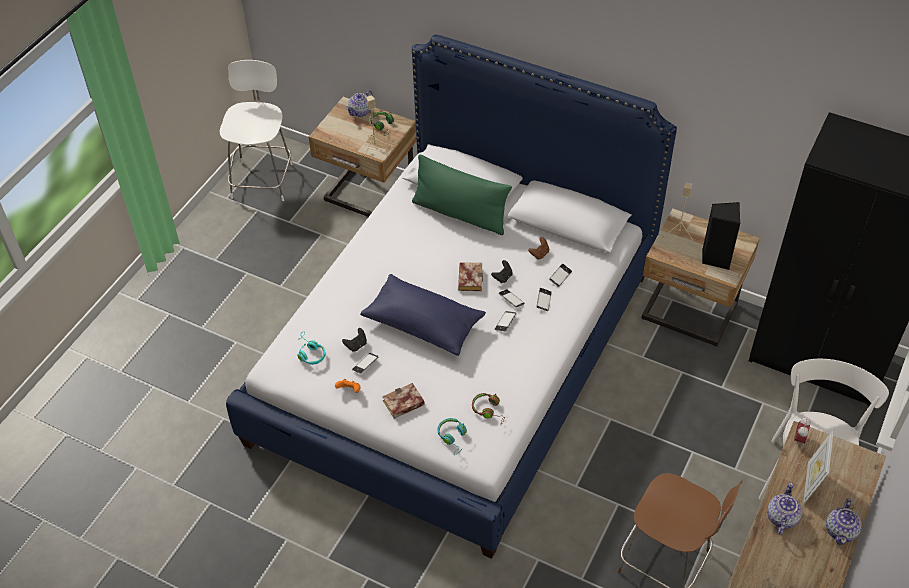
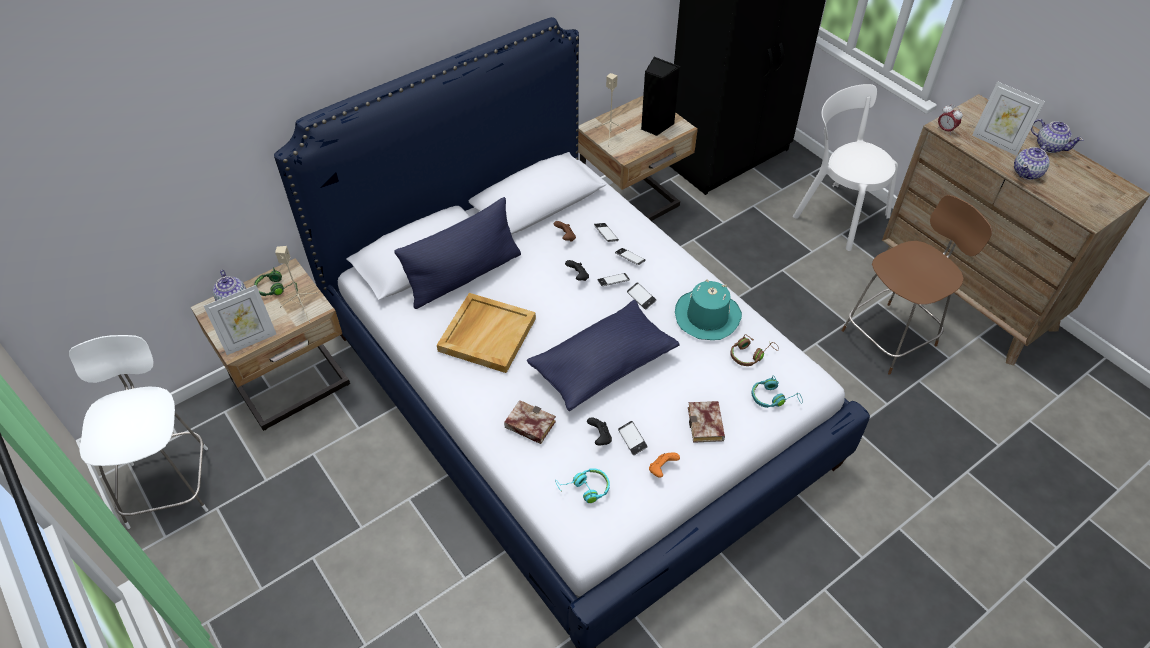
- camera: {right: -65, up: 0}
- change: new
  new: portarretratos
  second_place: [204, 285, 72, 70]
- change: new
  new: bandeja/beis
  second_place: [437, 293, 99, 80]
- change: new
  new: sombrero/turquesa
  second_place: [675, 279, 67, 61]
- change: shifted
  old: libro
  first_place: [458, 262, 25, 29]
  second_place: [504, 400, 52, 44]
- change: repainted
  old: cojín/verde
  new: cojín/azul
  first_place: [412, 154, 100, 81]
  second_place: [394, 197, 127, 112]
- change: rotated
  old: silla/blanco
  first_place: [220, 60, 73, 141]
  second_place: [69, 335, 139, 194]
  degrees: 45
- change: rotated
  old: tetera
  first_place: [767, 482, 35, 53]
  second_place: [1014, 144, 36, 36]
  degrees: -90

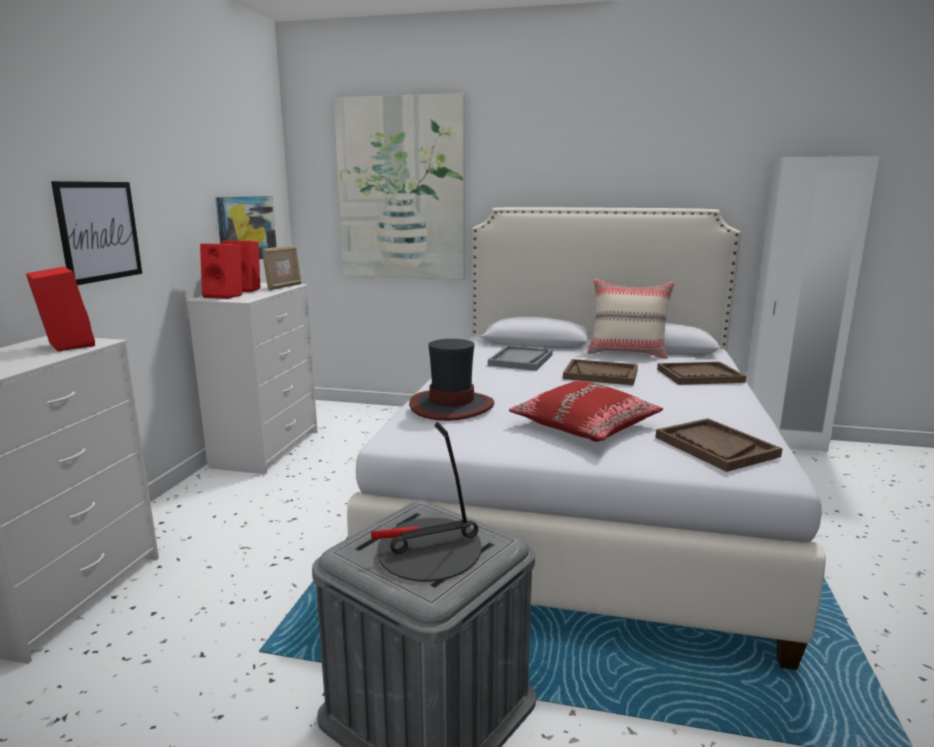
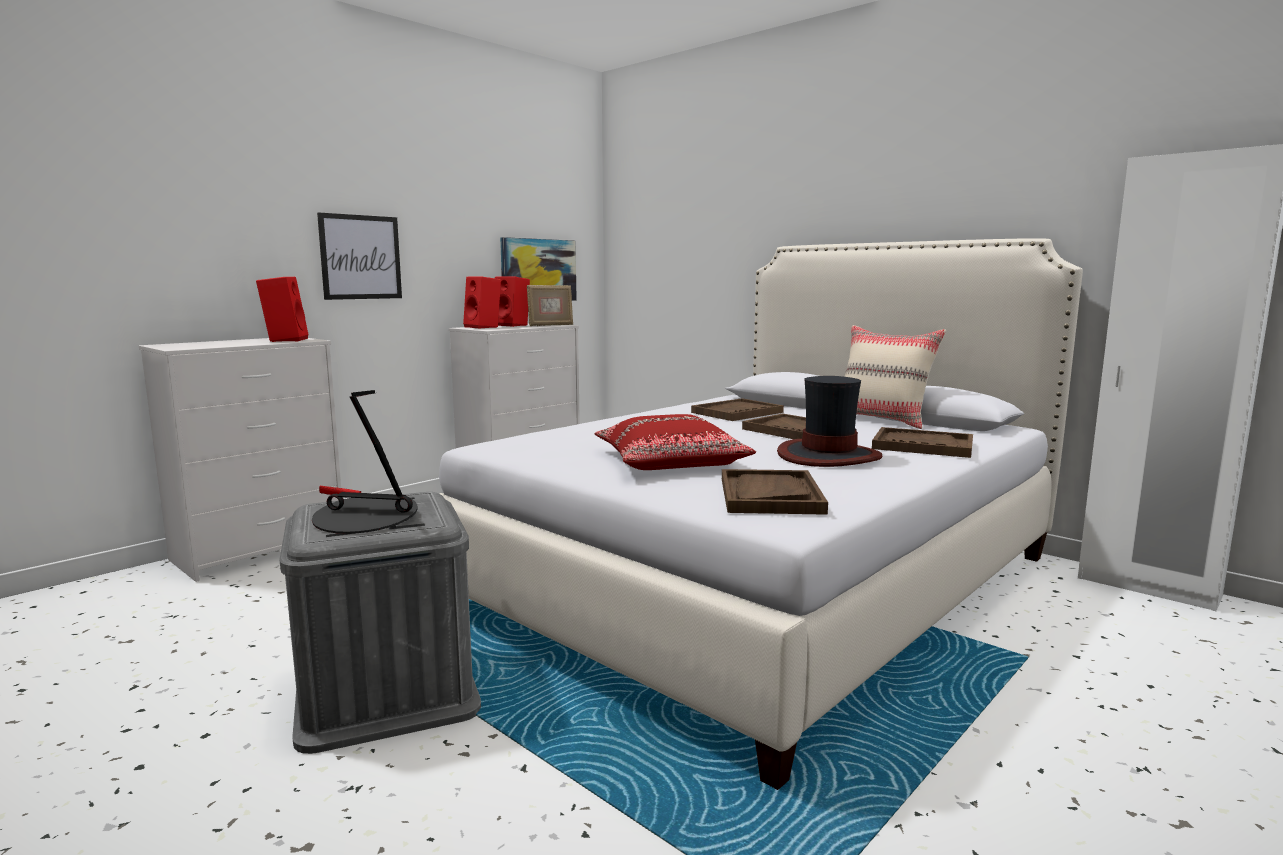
- camera: {right: 30, up: -5}
- change: gone
  old: cuadro
  first_place: [333, 93, 132, 187]
- change: shifted
  old: sombrero
  first_place: [409, 339, 85, 82]
  second_place: [777, 376, 105, 91]
- change: repainted
  old: bandeja/gris
  new: bandeja/marrón
  first_place: [488, 345, 65, 26]
  second_place: [691, 398, 93, 23]

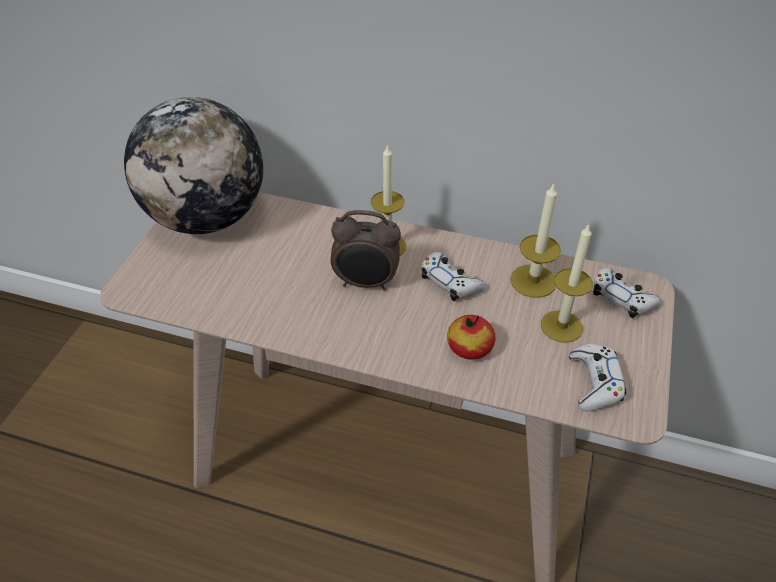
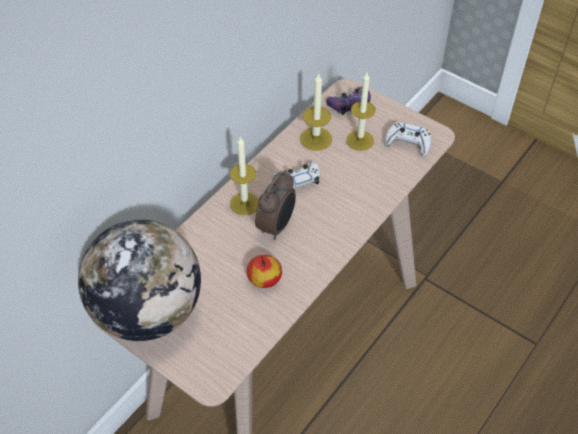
- camera: {right: -70, up: 5}
- change: shifted
  old: manzana
  first_place: [447, 315, 49, 45]
  second_place: [247, 255, 35, 33]
- change: repainted
  old: mando de consola/blanco
  new: mando de consola/morado
  first_place: [593, 268, 68, 50]
  second_place: [326, 87, 45, 28]

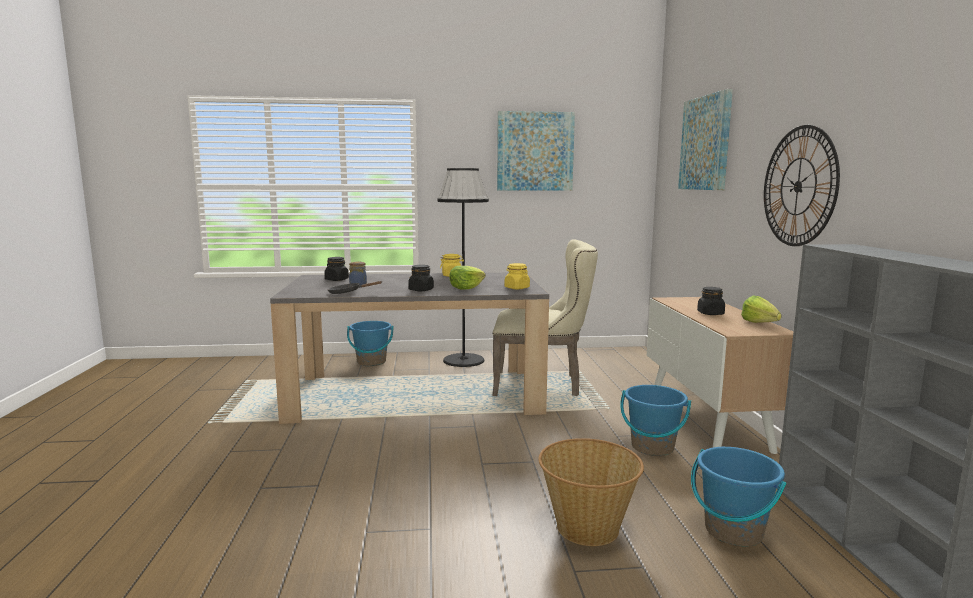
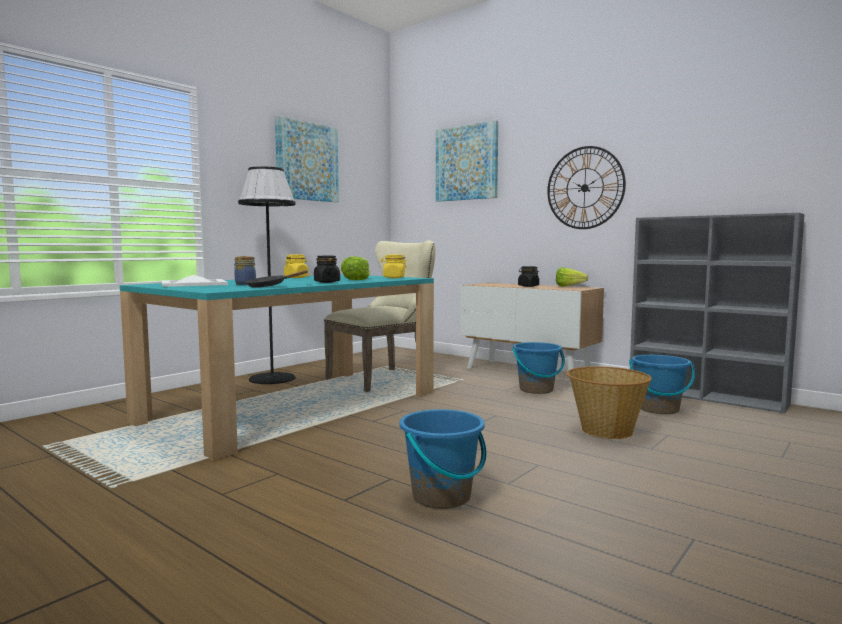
- camera: {right: -45, up: -5}
- change: shifted
  old: cubo/azul
  first_place: [347, 321, 47, 45]
  second_place: [400, 409, 86, 100]
- change: swapped
  old: tarro/negro
  new: bandeja/blanco
  first_place: [324, 257, 25, 24]
  second_place: [162, 275, 66, 12]
- change: repainted
  old: mesa de comedor/gris
  new: mesa de comedor/turquesa
  first_place: [270, 273, 279, 151]
  second_place: [120, 274, 314, 187]

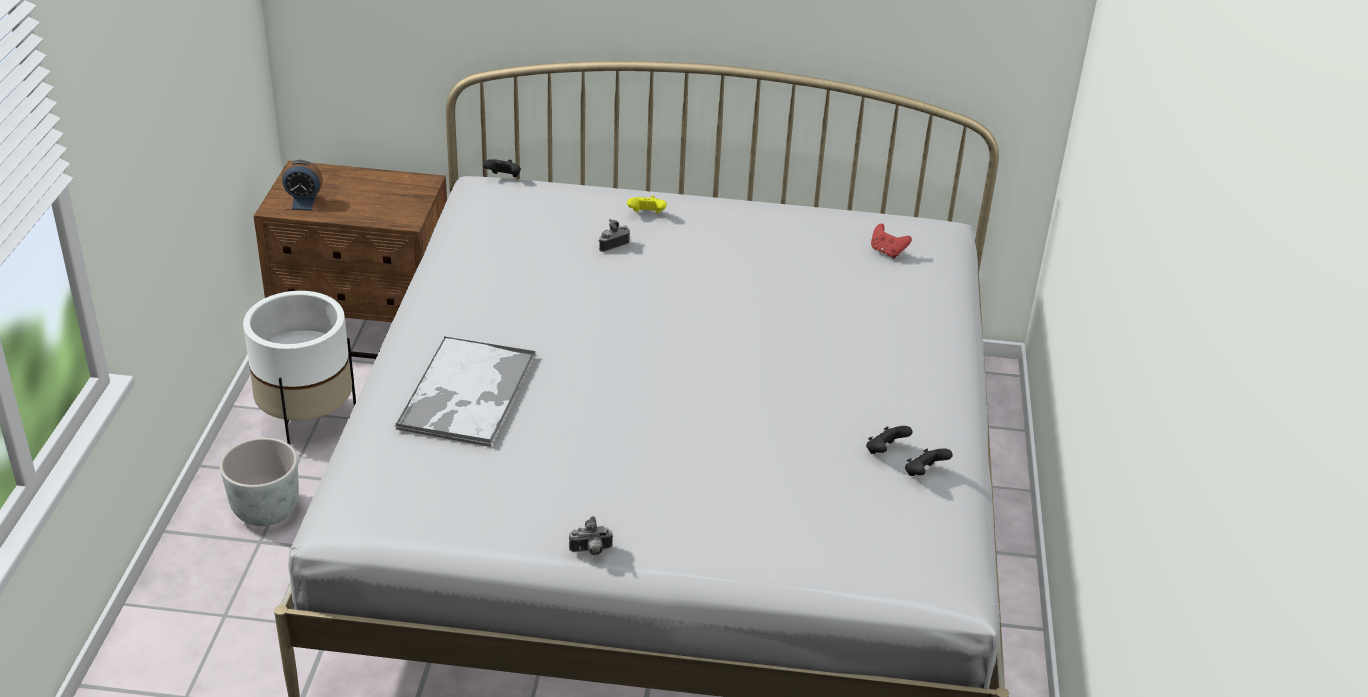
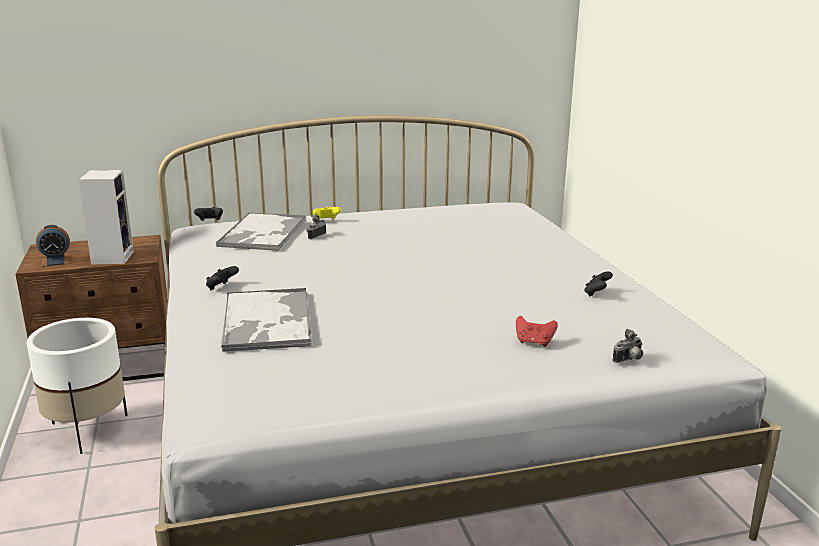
- camera: {right: -20, up: -15}
- change: gone
  old: maceta/gris
  first_place: [220, 438, 79, 88]
- change: new
  new: altavoz
  second_place: [78, 170, 56, 94]
- change: new
  new: bandeja
  second_place: [216, 213, 91, 38]
- change: shifted
  old: cámara
  first_place: [569, 516, 44, 39]
  second_place: [612, 329, 31, 34]
- change: shifted
  old: mando de consola/rojo
  first_place: [871, 224, 41, 35]
  second_place: [516, 316, 42, 31]
- change: shifted
  old: mando de consola/negro
  first_place: [905, 448, 48, 28]
  second_place: [206, 266, 33, 24]

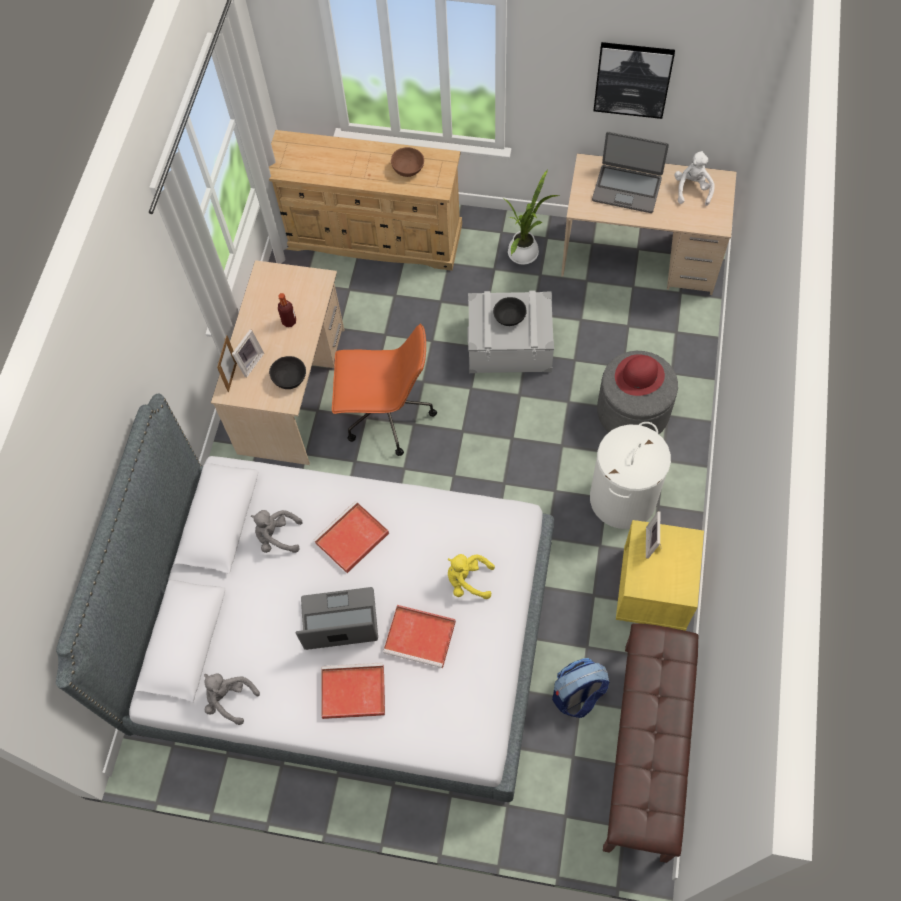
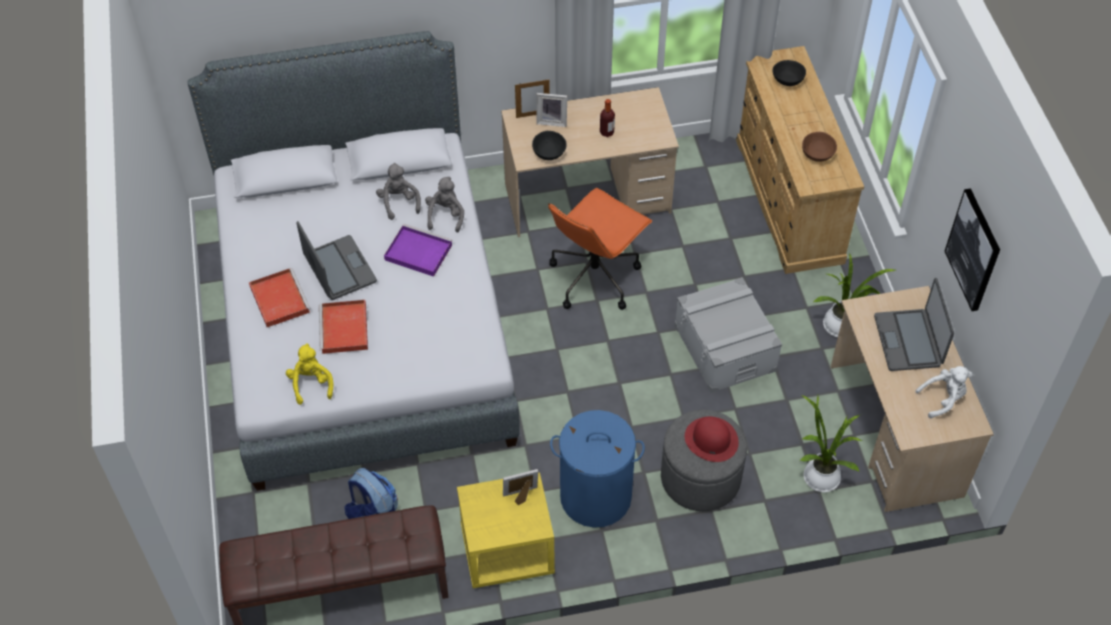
- camera: {right: 65, up: -10}
- change: new
  new: planta en maceta
  second_place: [799, 394, 63, 98]
- change: shifted
  old: peluche/gris
  first_place: [204, 673, 56, 52]
  second_place: [425, 176, 39, 57]
- change: shifted
  old: peluche/amarillo
  first_place: [448, 554, 47, 45]
  second_place: [286, 343, 47, 62]
- change: shifted
  old: cuenco/negro
  first_place: [493, 297, 34, 29]
  second_place: [772, 60, 34, 26]
- change: repainted
  old: bandeja/rojo
  new: bandeja/morado
  first_place: [313, 501, 76, 72]
  second_place: [384, 224, 68, 53]
- change: repainted
  old: cesto de la ropa/blanco
  new: cesto de la ropa/azul
  first_place: [590, 422, 81, 107]
  second_place: [550, 410, 95, 118]
- change: rotated
  old: silla de oficina/naranja
  first_place: [332, 323, 105, 133]
  second_place: [548, 188, 104, 122]
  degrees: 60

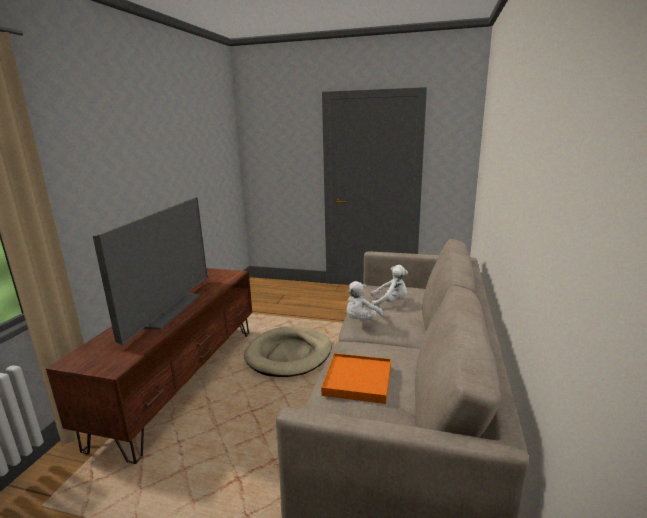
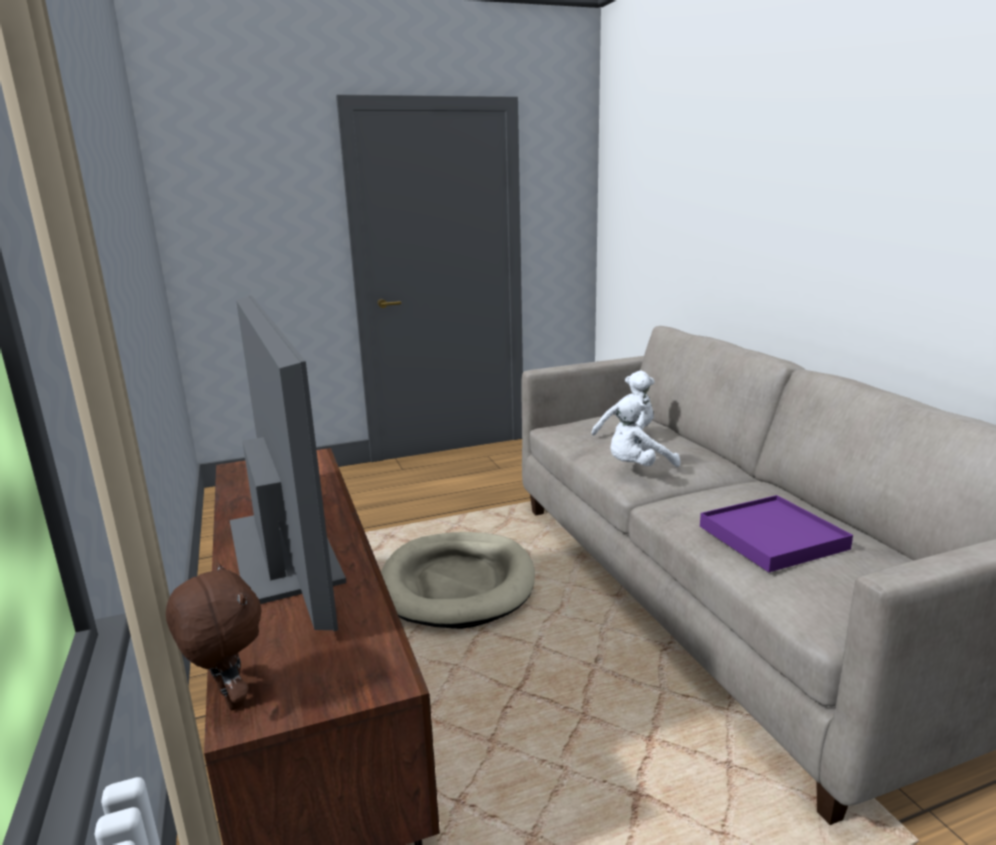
- camera: {right: -35, up: 0}
- change: new
  new: peluche/marrón
  second_place: [166, 563, 95, 147]
- change: repainted
  old: bandeja/naranja
  new: bandeja/morado
  first_place: [321, 353, 70, 51]
  second_place: [700, 495, 153, 77]
- change: rotated
  old: peluche/blanco
  first_place: [347, 281, 36, 39]
  second_place: [610, 397, 71, 70]
  degrees: 60

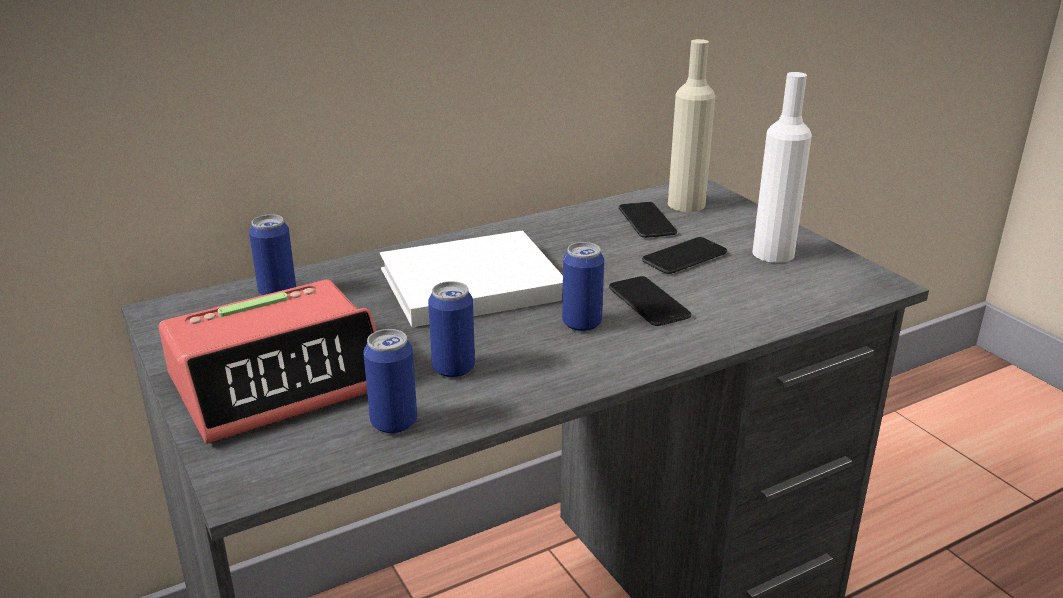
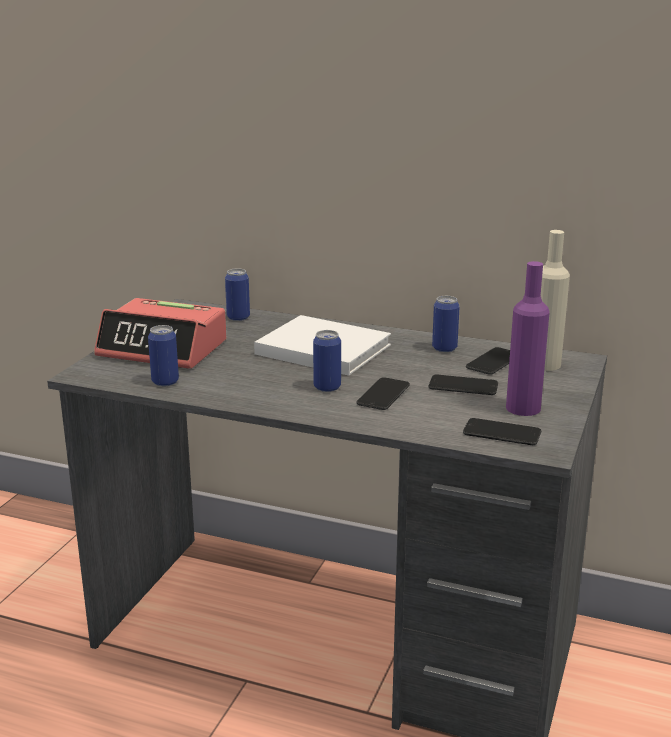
- camera: {right: 50, up: -5}
- change: new
  new: móvil
  second_place: [463, 418, 78, 27]
- change: shifted
  old: lata
  first_place: [428, 281, 47, 97]
  second_place: [432, 296, 28, 56]
- change: repainted
  old: botella/blanco
  new: botella/morado
  first_place: [752, 72, 60, 191]
  second_place: [506, 261, 44, 155]

